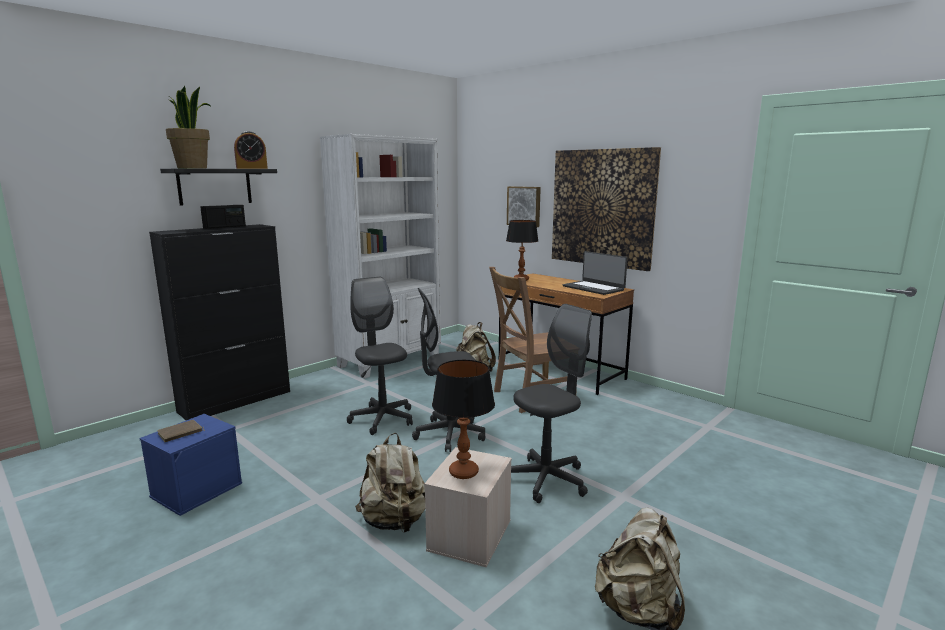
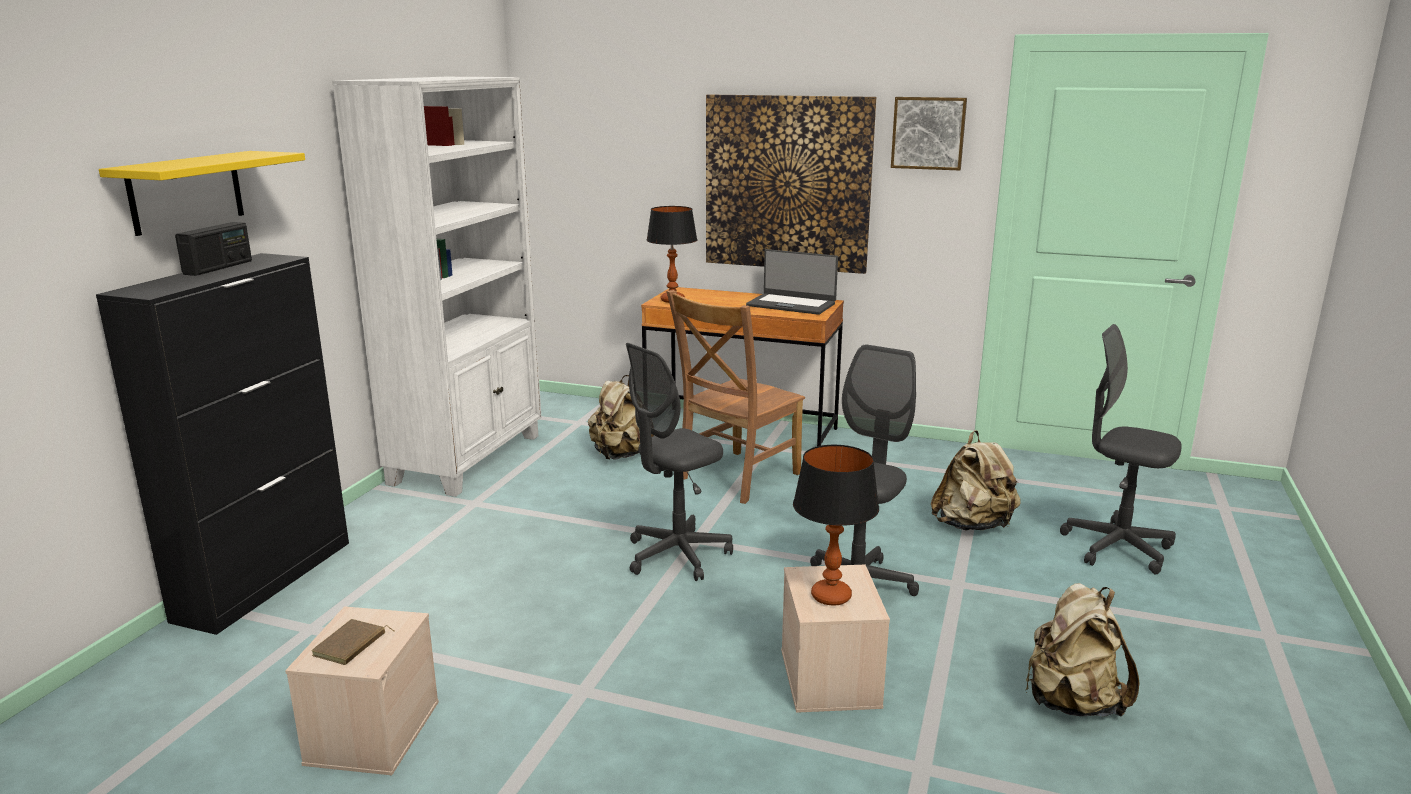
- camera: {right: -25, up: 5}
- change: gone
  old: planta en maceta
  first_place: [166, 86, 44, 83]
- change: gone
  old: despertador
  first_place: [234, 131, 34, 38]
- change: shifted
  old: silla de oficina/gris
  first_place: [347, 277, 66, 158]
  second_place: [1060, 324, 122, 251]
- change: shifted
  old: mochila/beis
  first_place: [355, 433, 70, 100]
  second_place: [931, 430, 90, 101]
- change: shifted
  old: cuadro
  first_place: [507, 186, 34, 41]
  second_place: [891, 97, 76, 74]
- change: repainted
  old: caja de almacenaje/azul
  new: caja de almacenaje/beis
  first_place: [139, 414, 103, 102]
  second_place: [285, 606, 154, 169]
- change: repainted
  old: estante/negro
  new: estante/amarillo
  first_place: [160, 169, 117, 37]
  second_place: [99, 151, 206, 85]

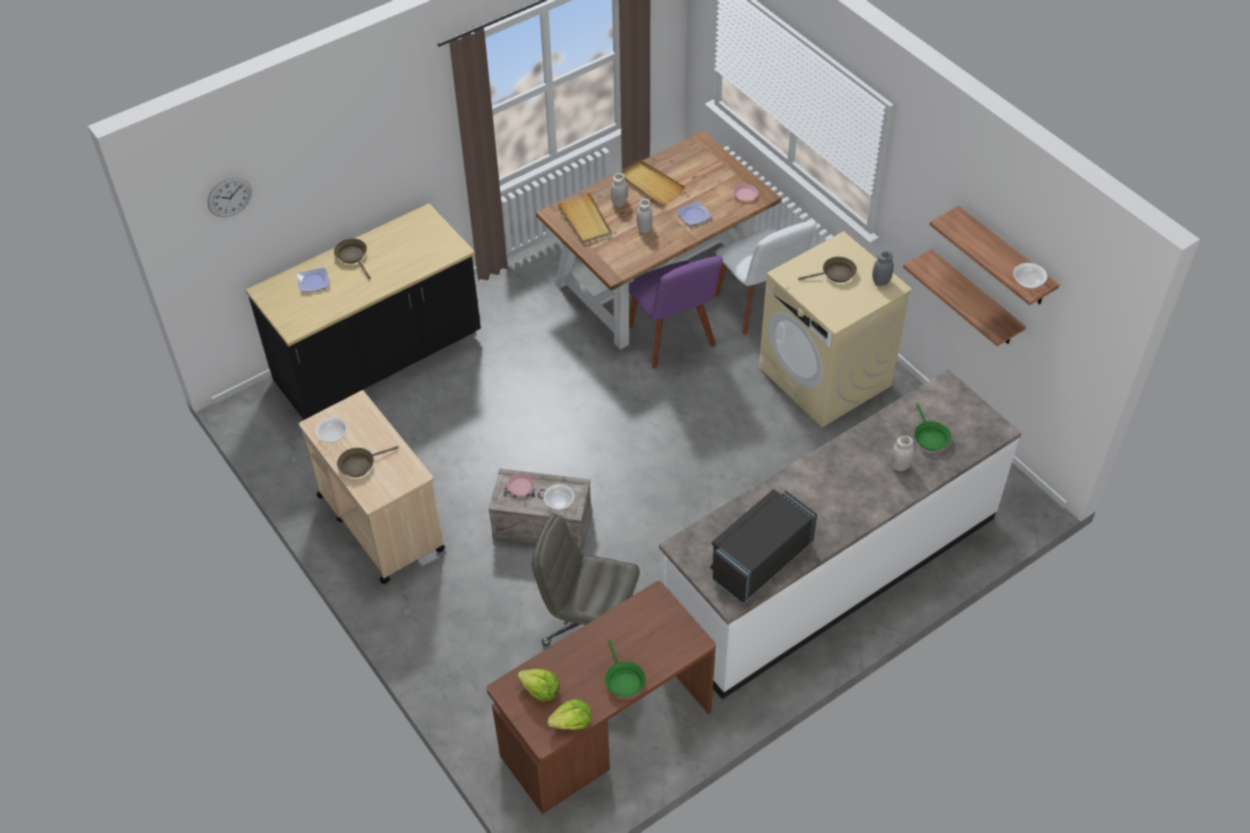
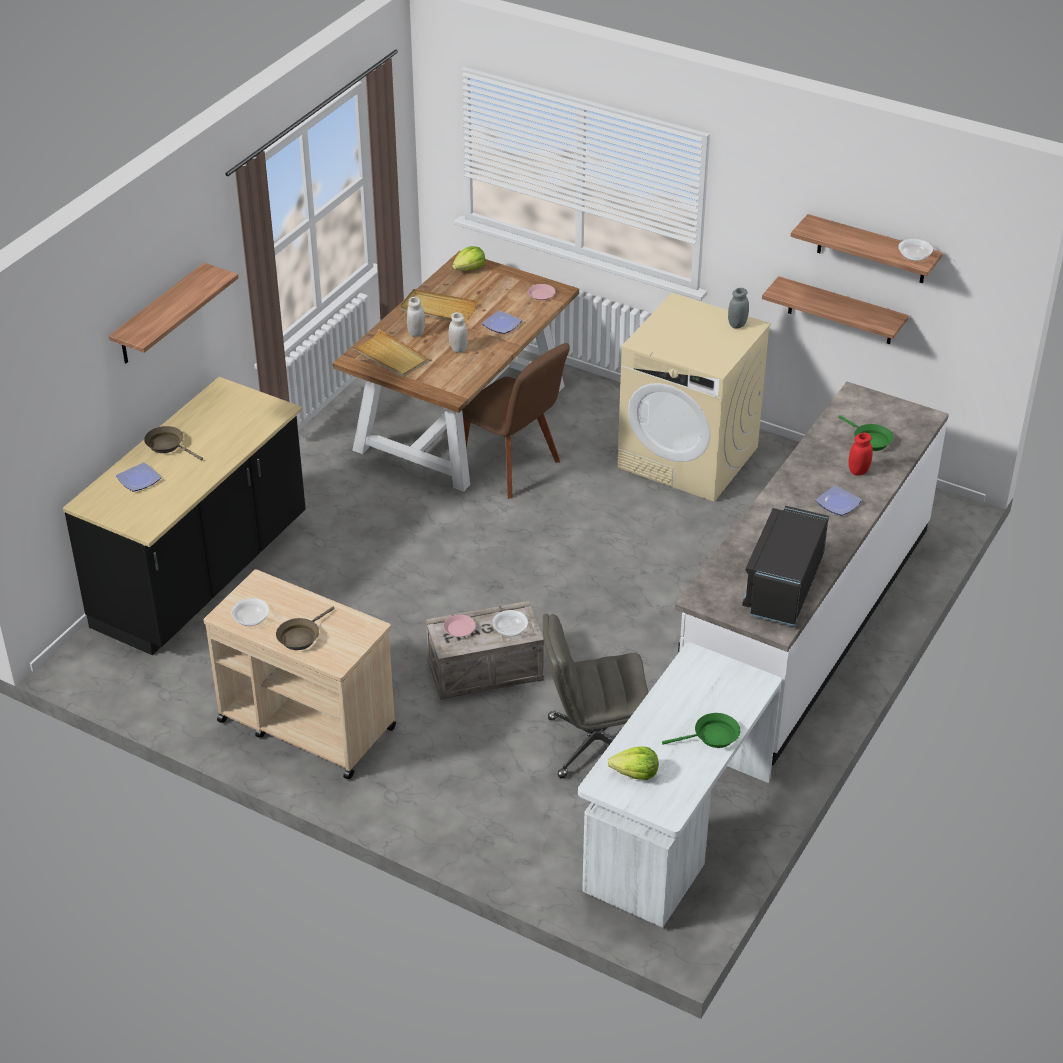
- camera: {right: -25, up: -10}
- change: gone
  old: reloj de pared
  first_place: [207, 177, 45, 40]
- change: gone
  old: silla/blanco
  first_place: [715, 220, 102, 115]
- change: gone
  old: sartén/marrón
  first_place: [798, 257, 59, 26]
- change: new
  new: estante
  second_place: [109, 263, 130, 101]
- change: new
  new: plato
  second_place: [815, 485, 47, 31]
- change: shifted
  old: lechuga
  first_place: [547, 699, 45, 31]
  second_place: [452, 246, 34, 25]
- change: repainted
  old: escritorio/marrón
  new: escritorio/blanco
  first_place: [487, 581, 229, 233]
  second_place: [578, 643, 204, 285]
- change: repainted
  old: silla/morado
  new: silla/marrón
  first_place: [629, 256, 94, 113]
  second_place: [462, 343, 108, 156]
- change: repainted
  old: tarro/blanco
  new: tarro/rojo
  first_place: [890, 436, 24, 35]
  second_place: [848, 433, 25, 43]
- change: rotated
  old: sartén/verde
  first_place: [605, 639, 41, 58]
  second_place: [662, 713, 78, 35]
  degrees: -60

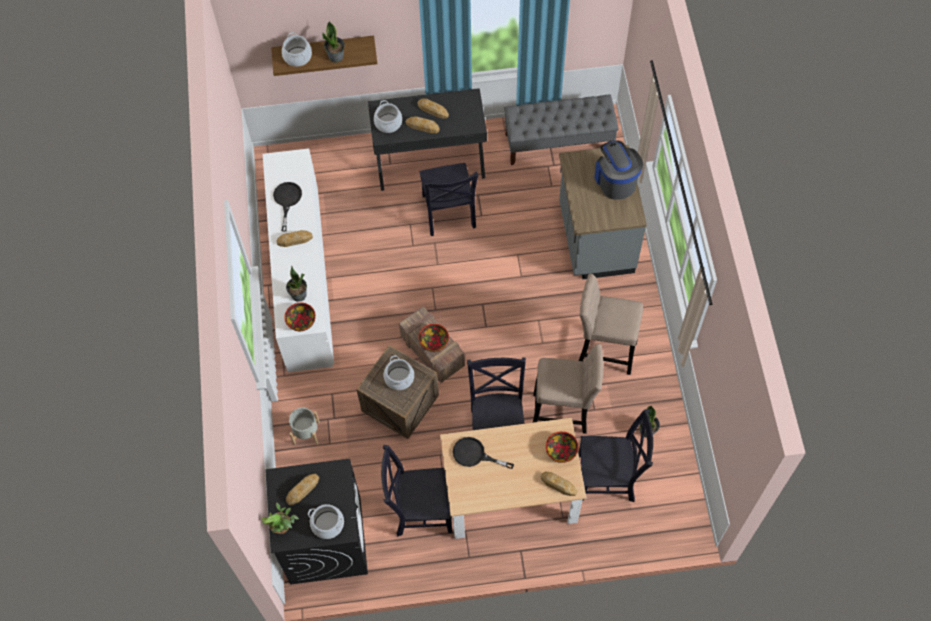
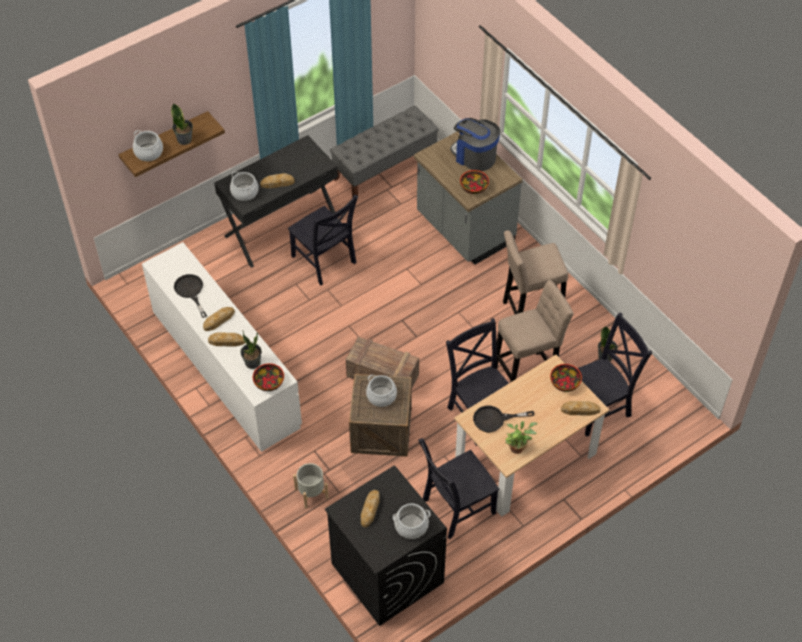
- camera: {right: -30, up: -10}
- change: shifted
  old: planta en maceta
  first_place: [261, 503, 38, 31]
  second_place: [505, 421, 33, 33]
- change: shifted
  old: pan
  first_place: [417, 99, 32, 19]
  second_place: [208, 333, 37, 14]
- change: shifted
  old: cuenco
  first_place: [419, 324, 30, 28]
  second_place: [460, 170, 29, 24]

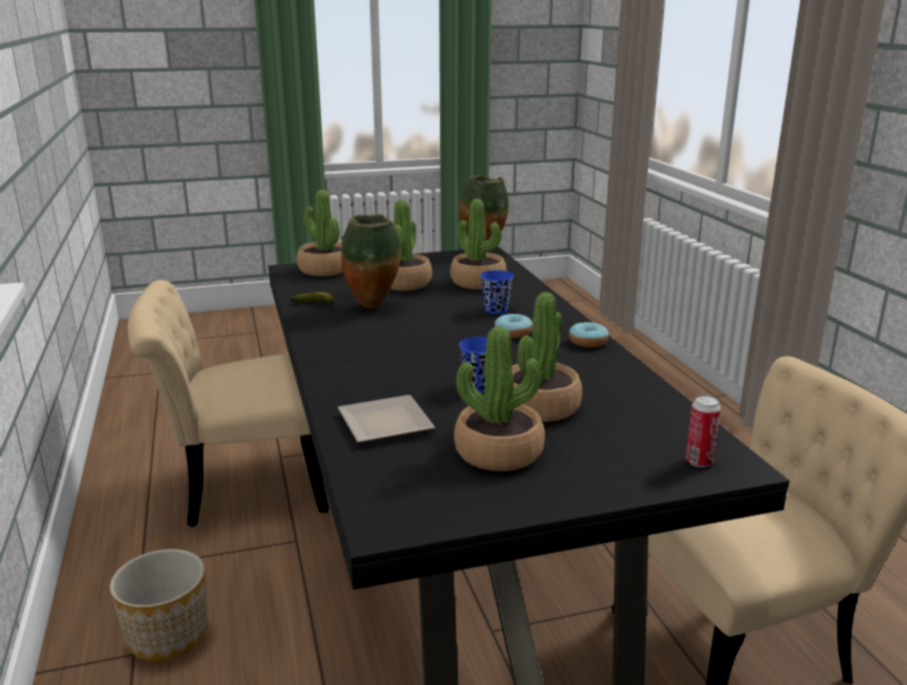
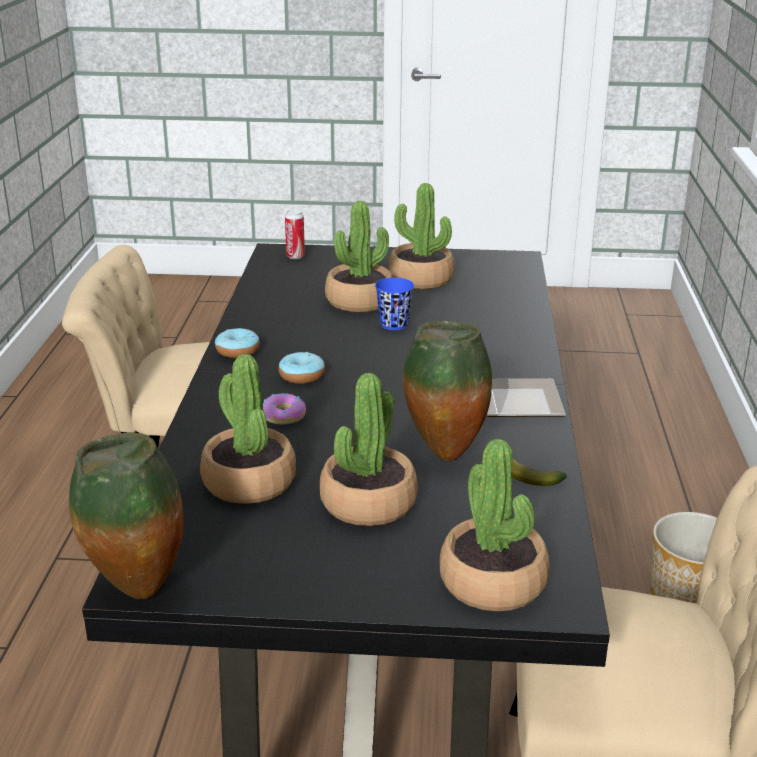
- camera: {right: -160, up: 5}
- change: shifted
  old: plato
  first_place: [338, 395, 97, 48]
  second_place: [486, 378, 80, 39]
- change: swapped
  old: taza/azul
  new: rosquilla
  first_place: [480, 270, 34, 44]
  second_place: [263, 393, 43, 31]

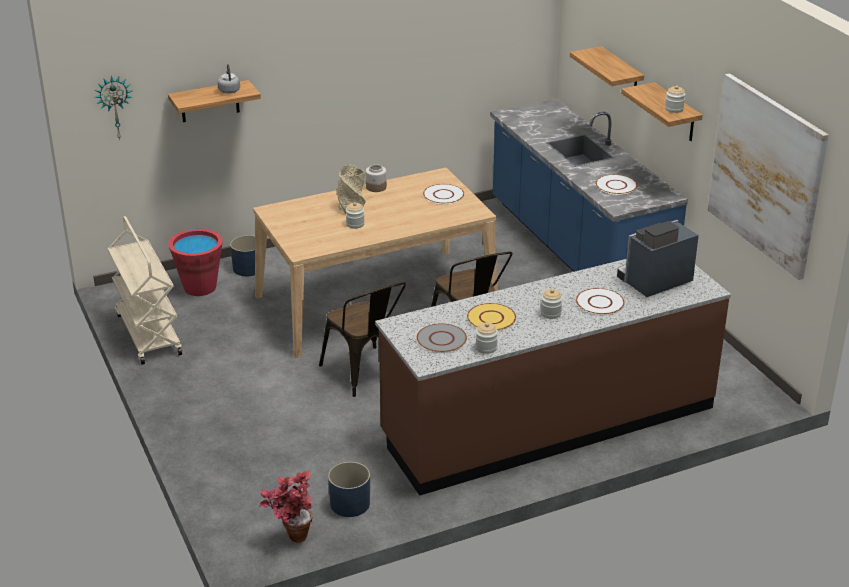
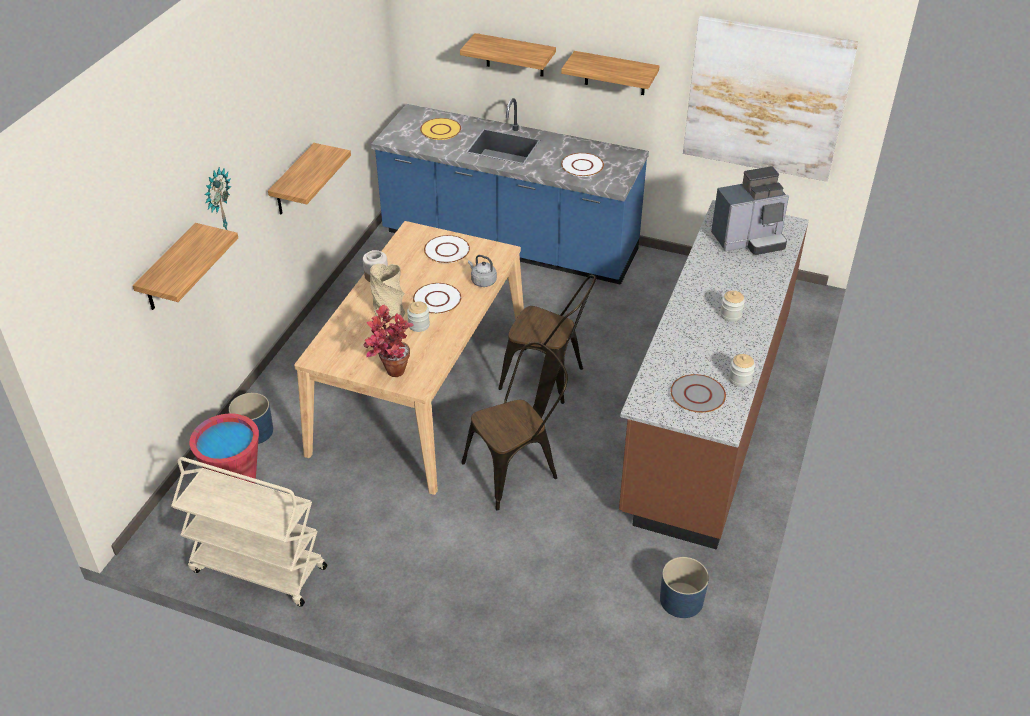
- camera: {right: -45, up: 10}
- change: gone
  old: tarro
  first_place: [665, 85, 21, 28]
- change: new
  new: estante
  second_place: [268, 143, 83, 72]
- change: shifted
  old: reloj de pared
  first_place: [94, 76, 38, 64]
  second_place: [204, 167, 27, 63]
- change: shifted
  old: hervidor/gris
  first_place: [217, 64, 23, 29]
  second_place: [468, 255, 29, 32]
- change: shifted
  old: planta en maceta
  first_place: [260, 471, 53, 71]
  second_place: [364, 305, 50, 72]
- change: shifted
  old: plato/amarillo
  first_place: [467, 303, 49, 27]
  second_place: [420, 118, 41, 22]
- change: shifted
  old: plato/blanco
  first_place: [576, 288, 49, 27]
  second_place: [413, 283, 48, 31]
- change: rotated
  old: silla/marrón
  first_place: [319, 282, 87, 115]
  second_place: [461, 342, 107, 169]
  degrees: -45
- change: rotated
  old: cafetera
  first_place: [617, 220, 82, 77]
  second_place: [711, 166, 78, 89]
  degrees: -120

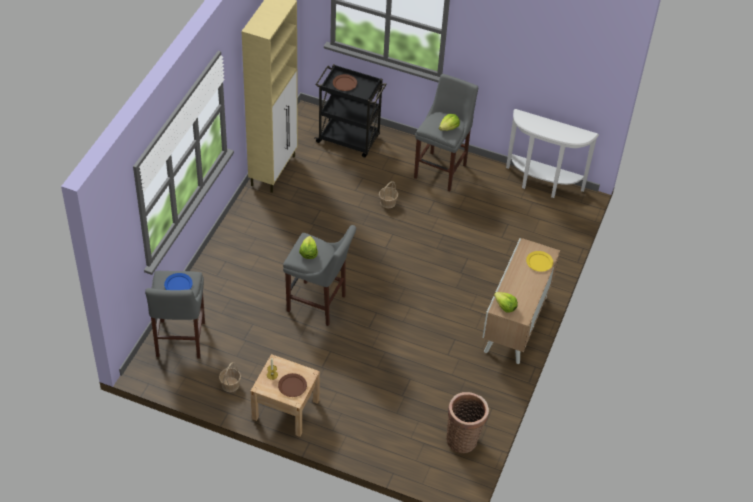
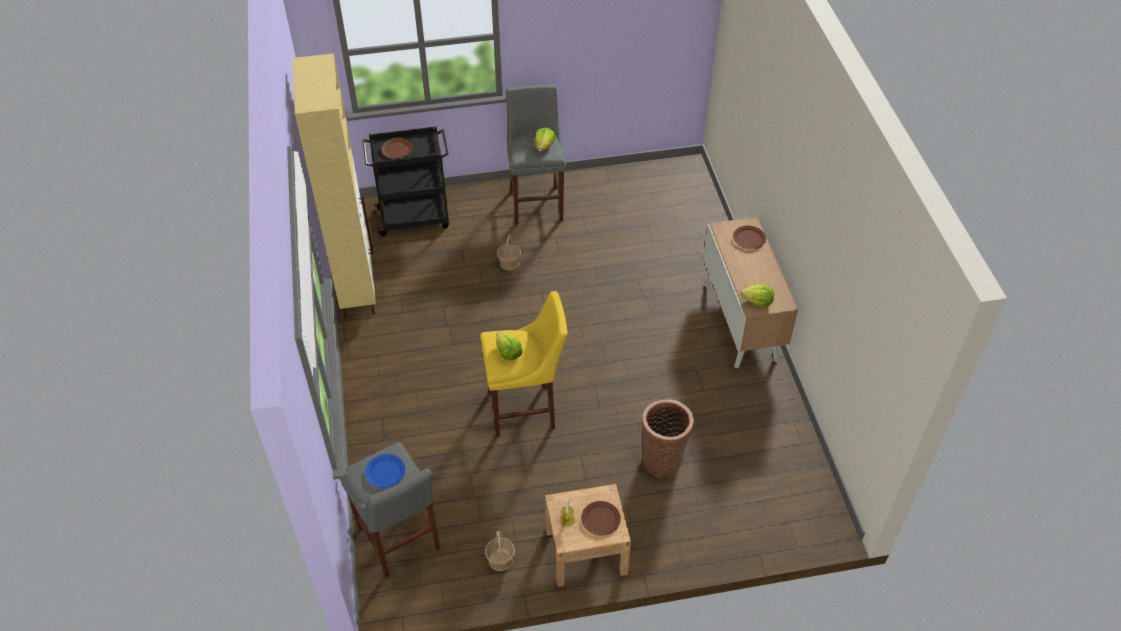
- camera: {right: -30, up: 0}
- change: gone
  old: mesa consola/blanco
  first_place: [506, 109, 93, 89]
- change: shifted
  old: cesta
  first_place: [446, 392, 43, 61]
  second_place: [642, 399, 52, 79]
- change: repainted
  old: taburete/gris
  new: taburete/amarillo
  first_place: [283, 225, 73, 101]
  second_place: [480, 291, 88, 147]
- change: repainted
  old: plato/amarillo
  new: plato/marrón
  first_place: [526, 251, 27, 21]
  second_place: [733, 226, 33, 23]

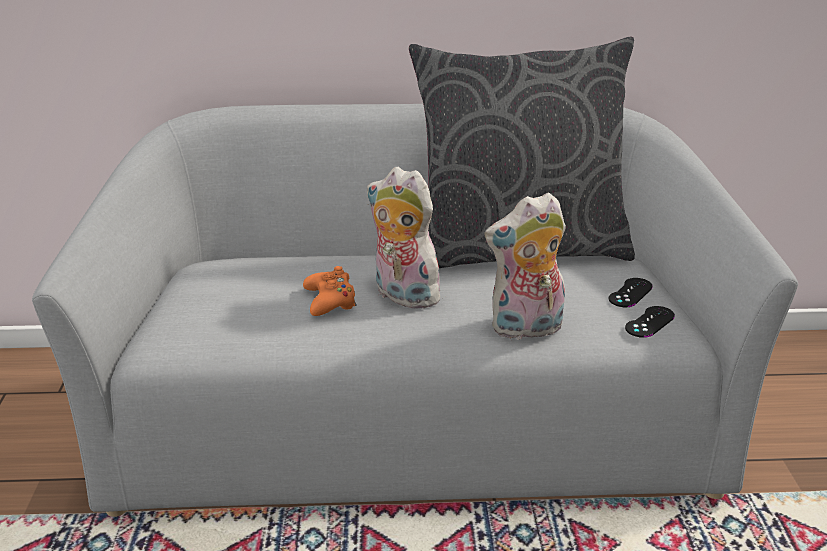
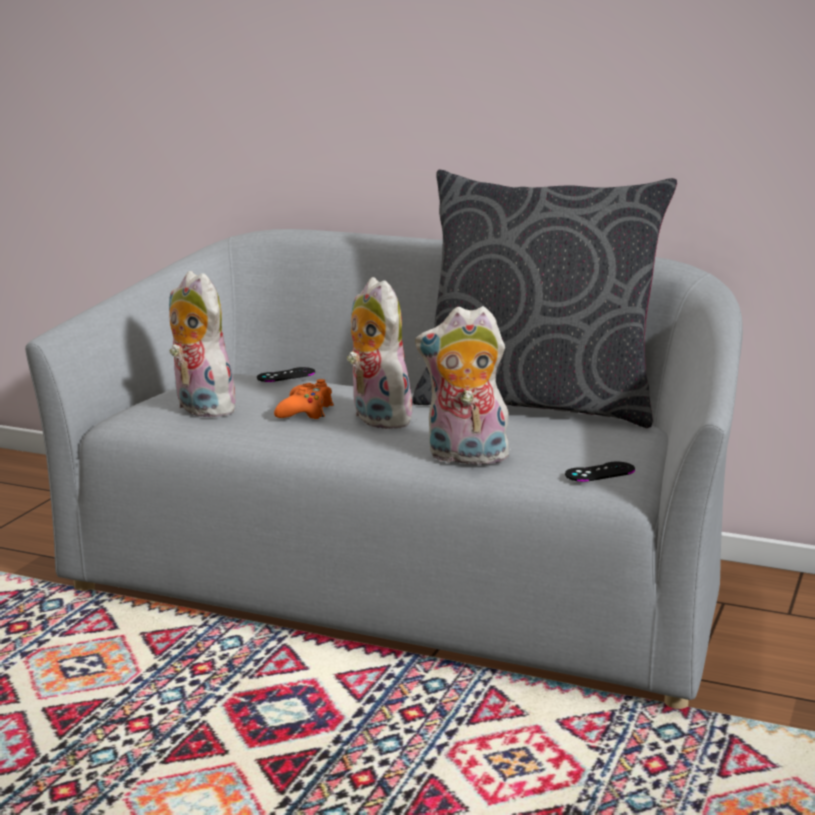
- camera: {right: 25, up: -10}
- change: new
  new: peluche
  second_place: [169, 271, 71, 147]
- change: shifted
  old: mando de consola/negro
  first_place: [609, 278, 44, 29]
  second_place: [257, 367, 58, 15]

